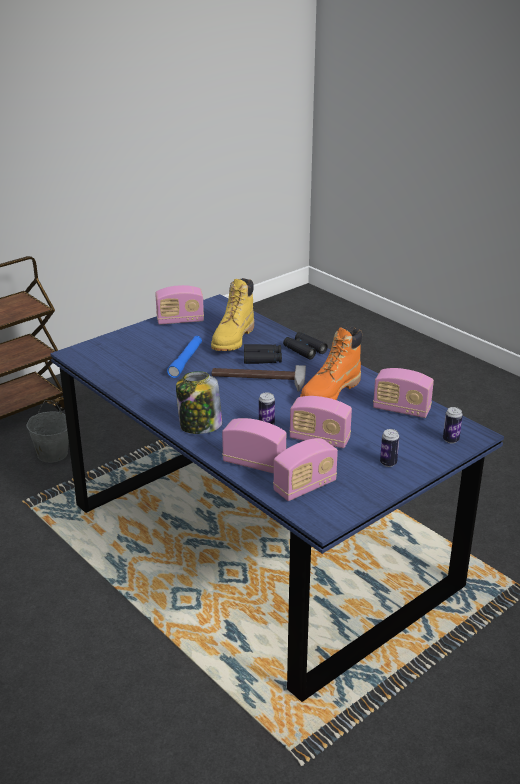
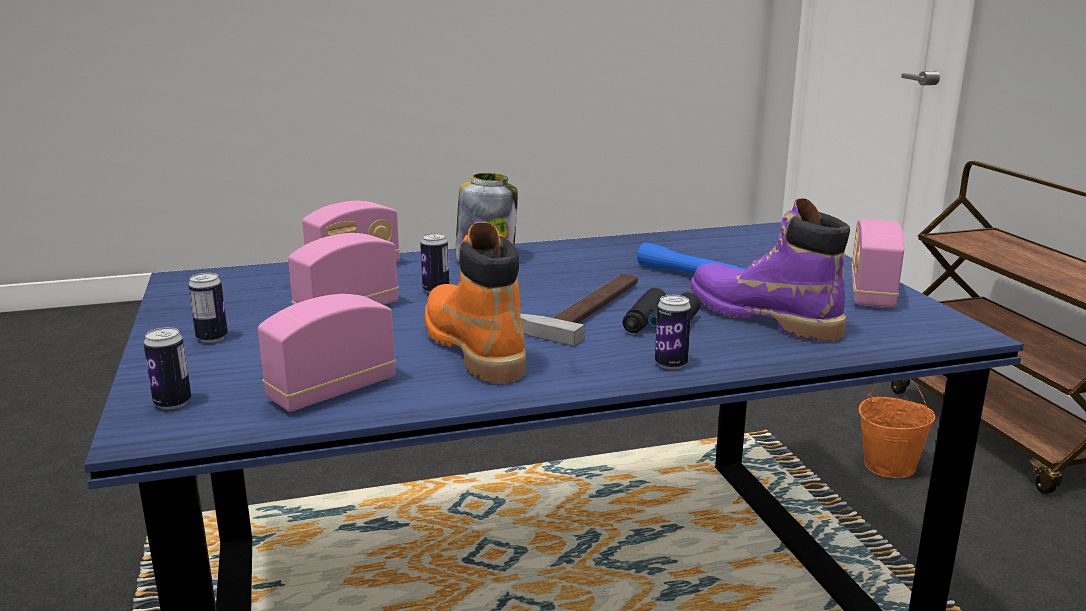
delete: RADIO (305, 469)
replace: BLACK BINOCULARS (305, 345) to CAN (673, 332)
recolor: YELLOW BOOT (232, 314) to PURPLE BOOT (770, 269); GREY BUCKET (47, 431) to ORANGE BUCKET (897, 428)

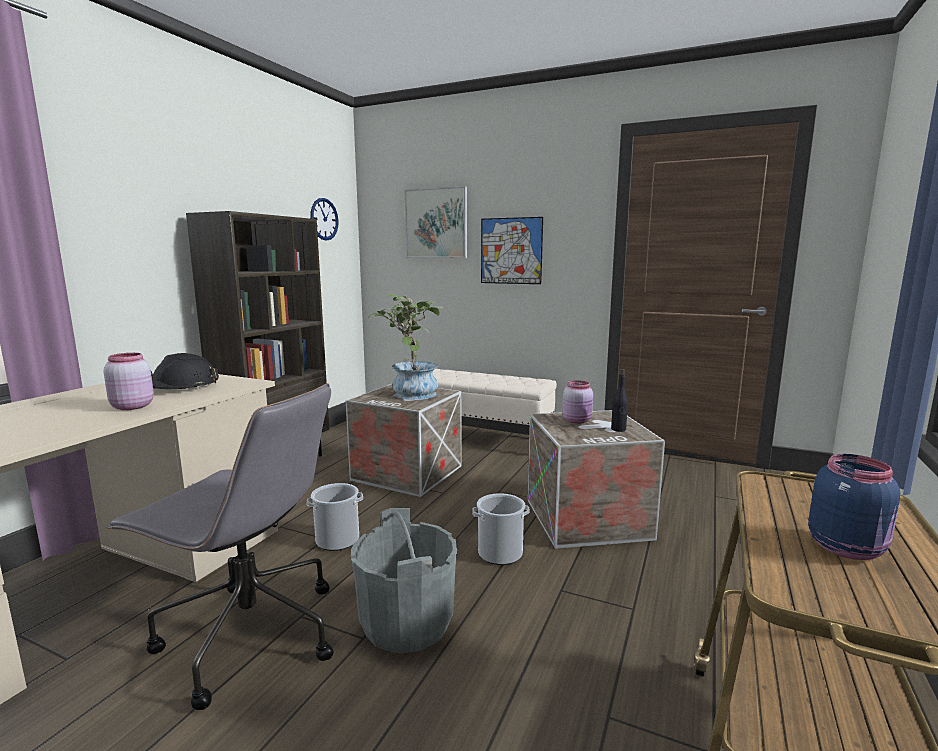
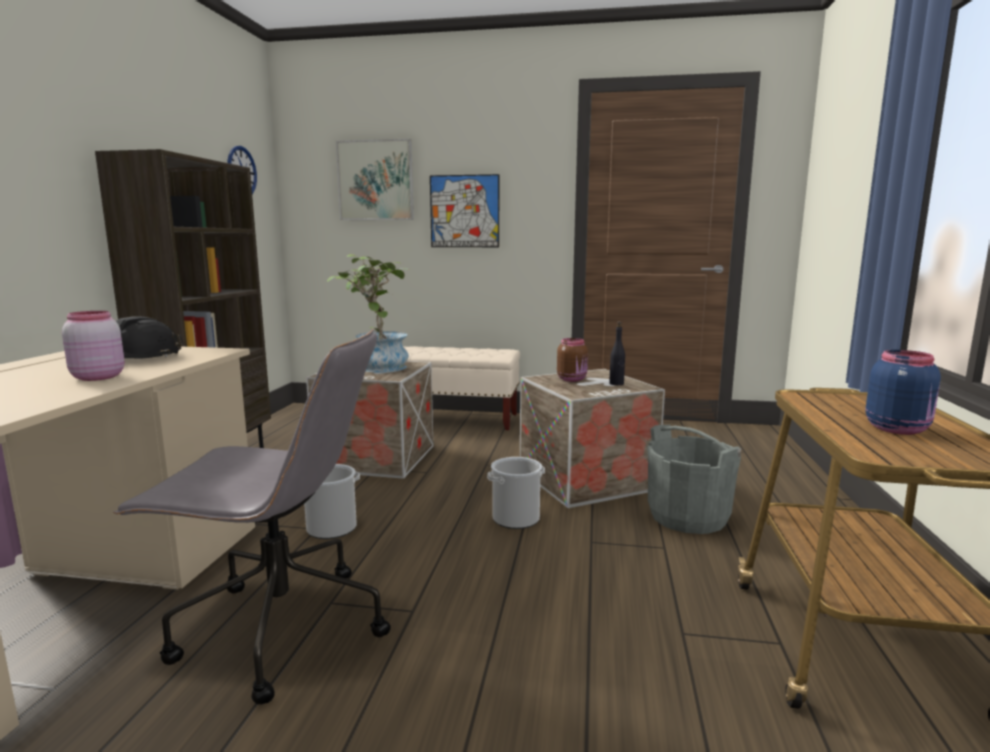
move: GREY BUCKET (404, 580) to (694, 479)
recolor: PINK JAR (577, 402) to BROWN JAR (572, 360)

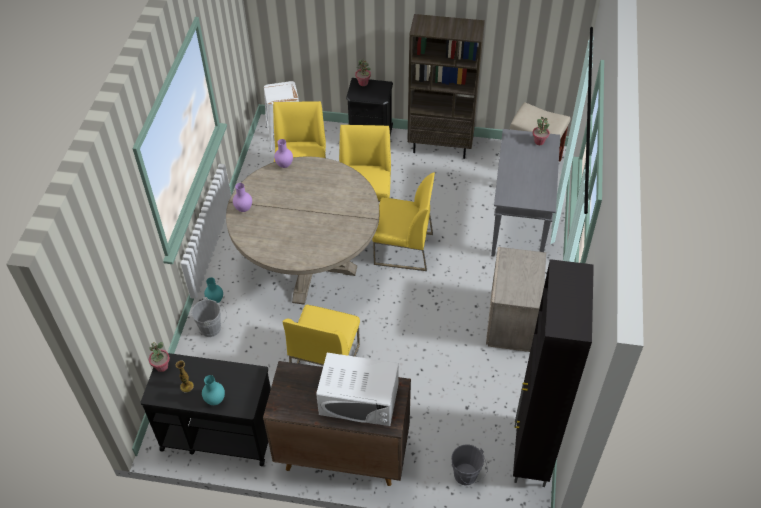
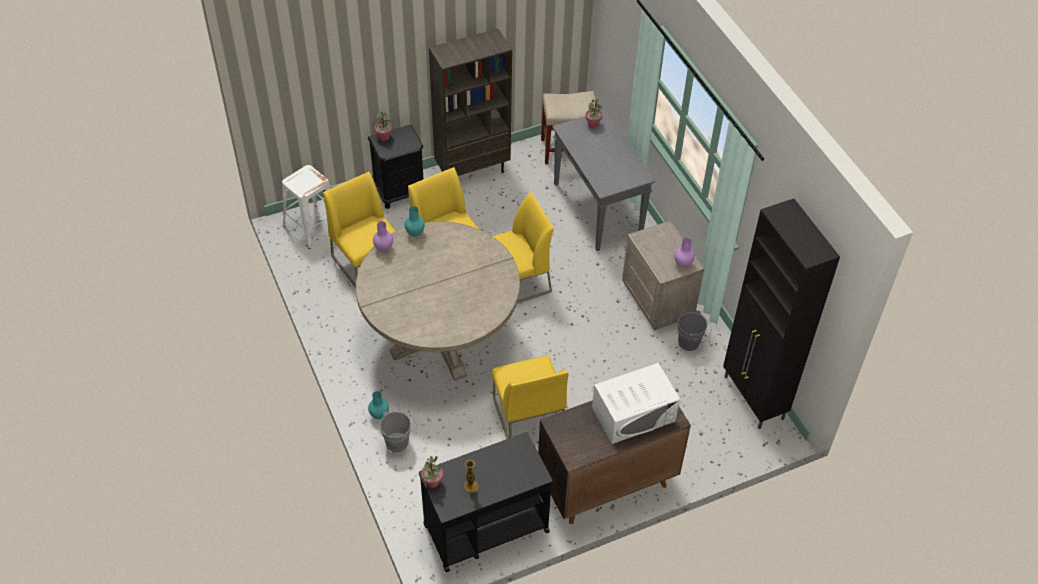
move: TURQUOISE VASE (213, 390) to (415, 221); PURPLE VASE (242, 197) to (684, 252); GREY BUCKET (469, 464) to (694, 330)

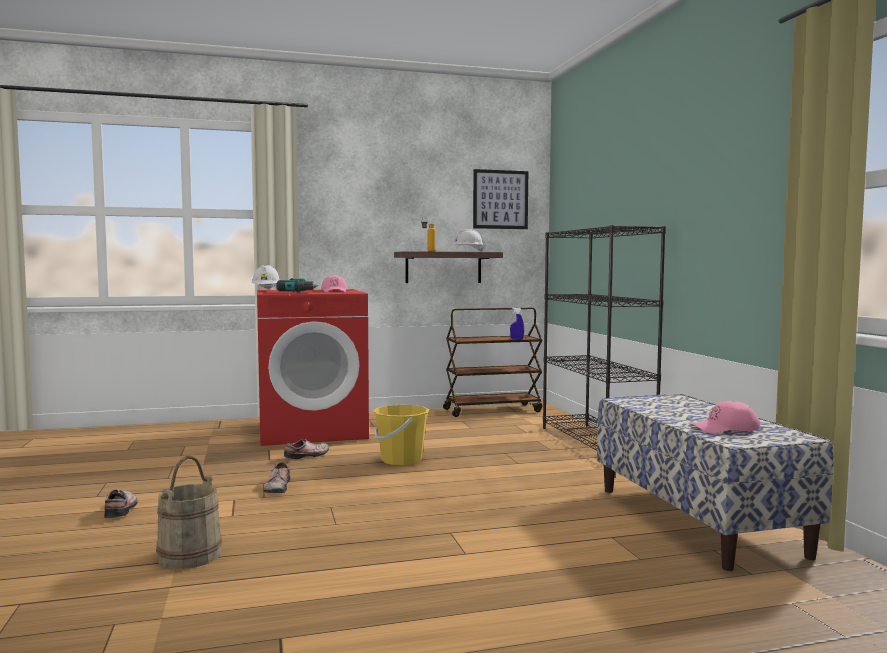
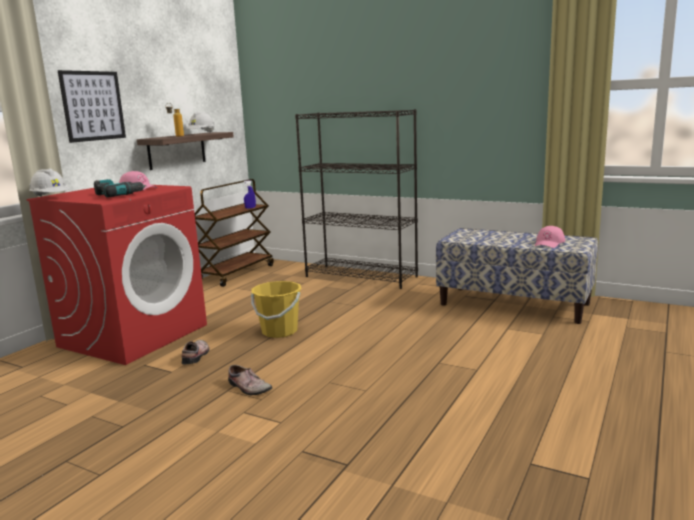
delete: SHOE (121, 503); BEIGE BUCKET (189, 512)
move: PICTURE (500, 199) to (92, 106)

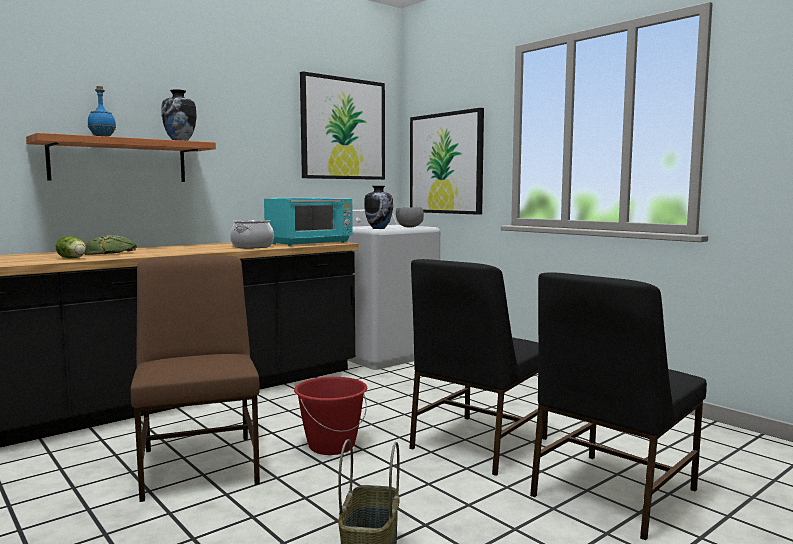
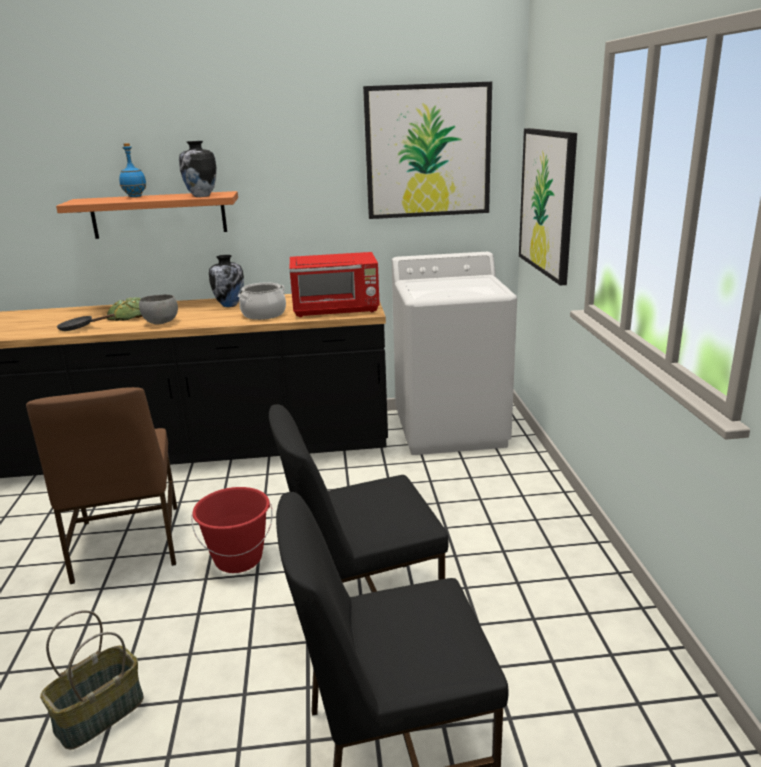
move: GREY BOWL (410, 217) to (158, 309); VASE (378, 207) to (226, 281)
replace: LETTUCE (71, 247) to BLACK FRYING PAN (86, 322)
recolor: TURQUOISE MICROWAVE (308, 222) to RED MICROWAVE (335, 284)
rotate: BROWN CHAIR (195, 378) = (101, 485) 150 degrees clockwise

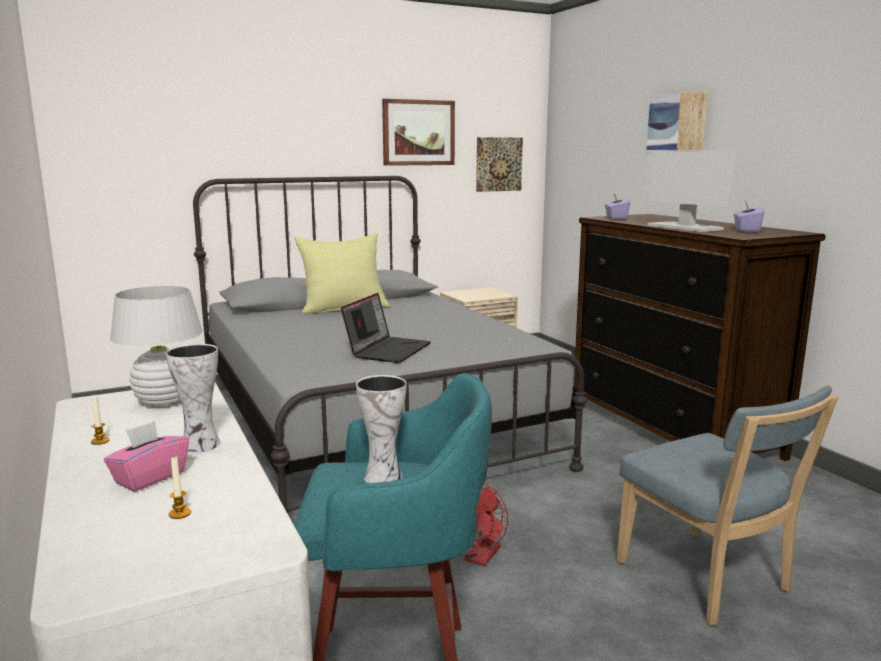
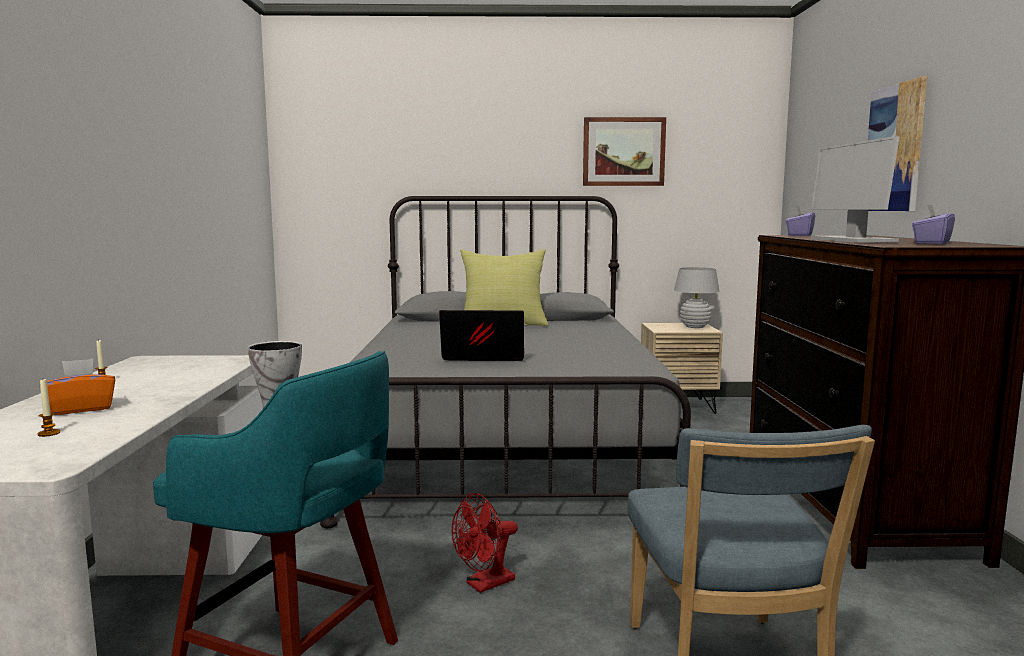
delete: VASE (193, 398); PICTURE (499, 164)
move: WHITE TABLE LAMP (156, 347) to (697, 297)
recolor: PINK TISSUE BOX (146, 456) to ORANGE TISSUE BOX (81, 386)
rotate: LAPTOP (386, 328) = (482, 335) 135 degrees counterclockwise

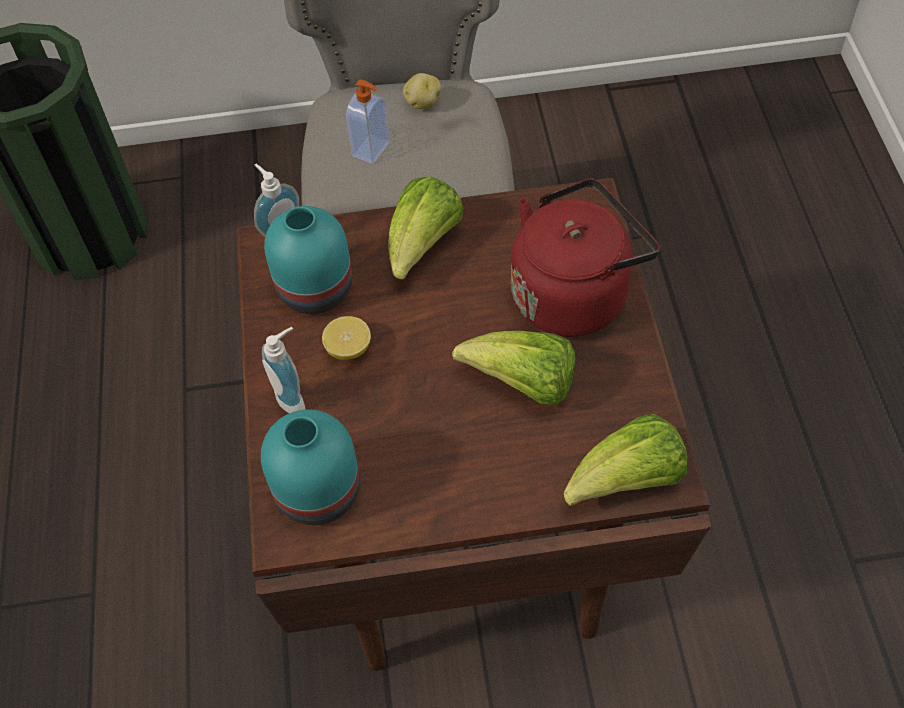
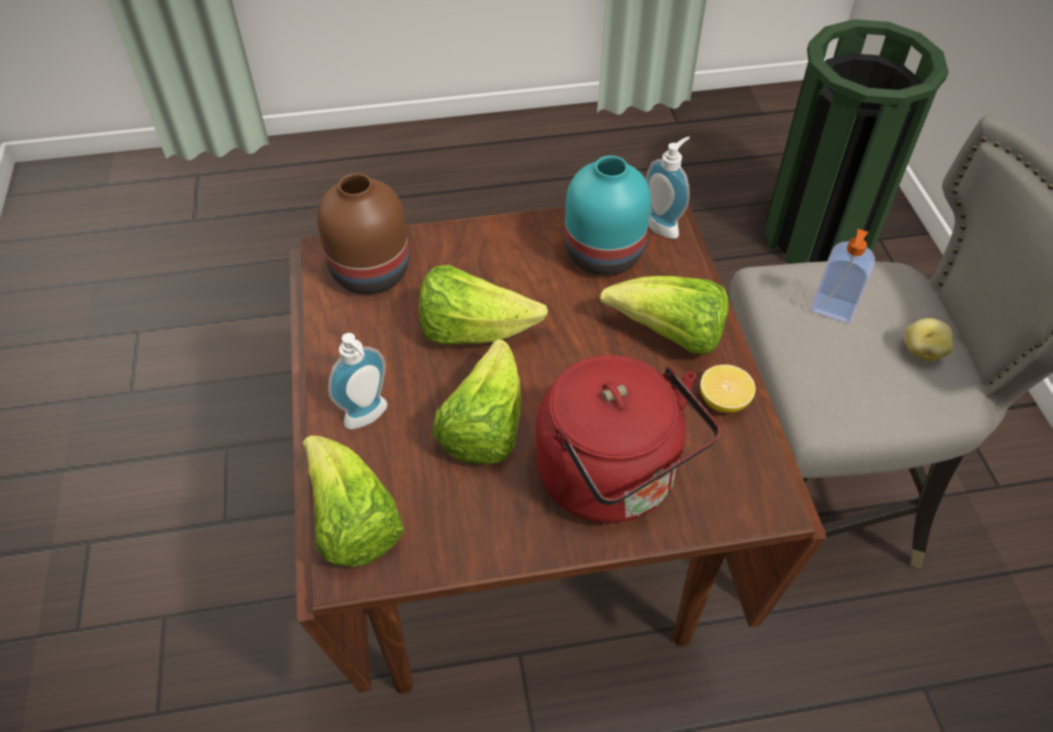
insert: LETTUCE (483, 305)
move: SOAP DISPENSER (283, 370) to (357, 381); LEMON (346, 338) to (728, 388)
recolor: TURQUOISE VASE (310, 467) to BROWN VASE (363, 233)

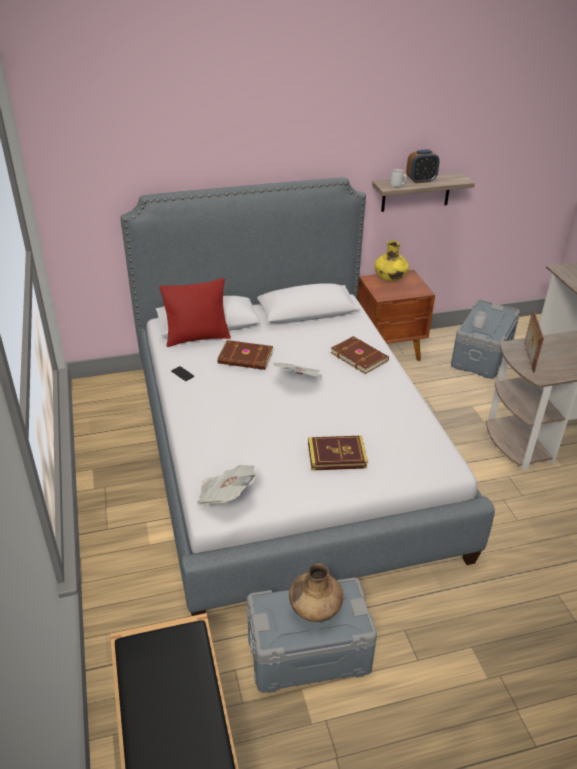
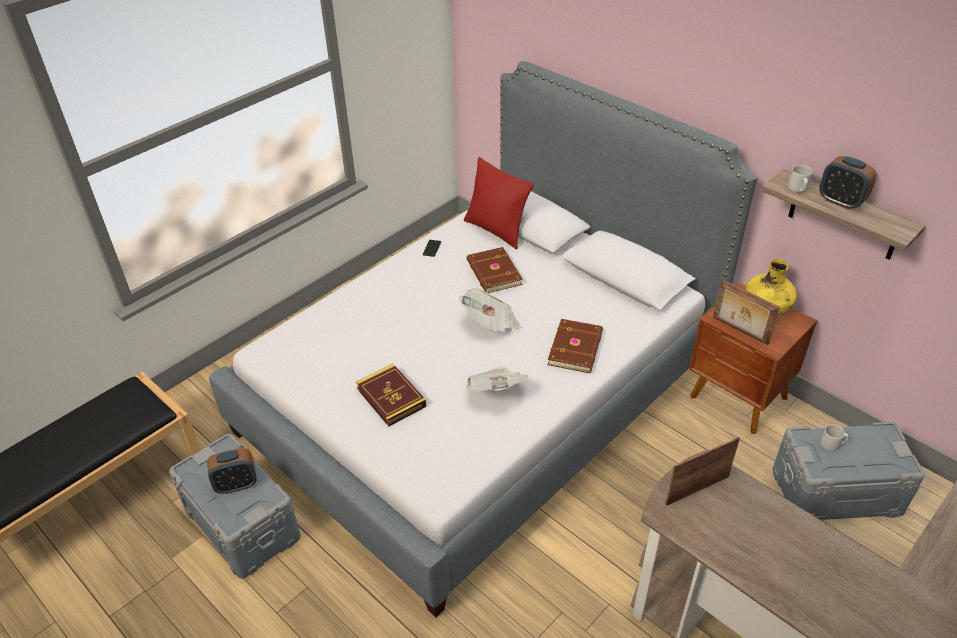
insert: PICTURE FRAME (746, 312)
move: NEWSPAPER (226, 484) to (496, 378)
replace: BROWN VASE (316, 592) to ALARM CLOCK (232, 471)

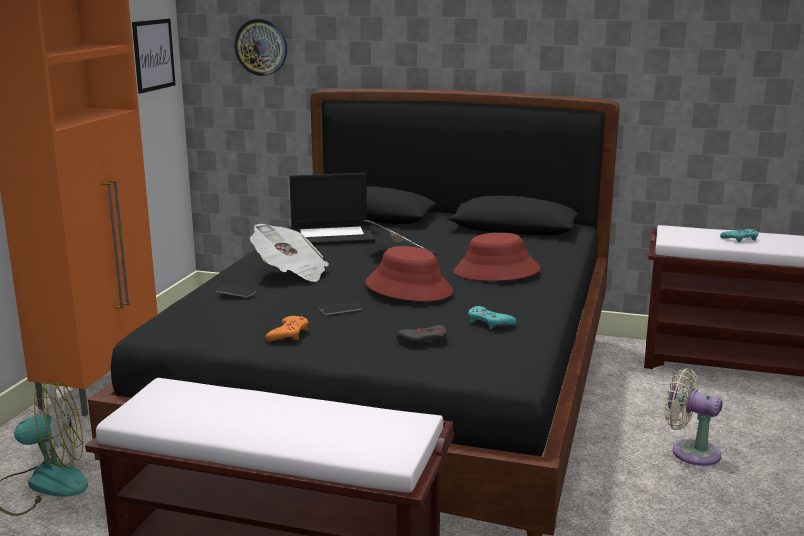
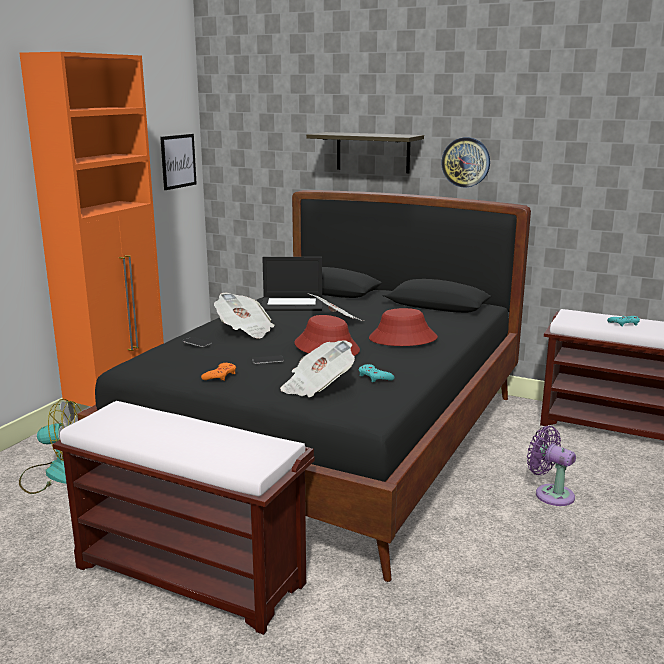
insert: SHELF (365, 152)
move: WALL CLOCK (260, 47) to (465, 162)
replace: GREY GAME CONTROLLER (421, 336) to NEWSPAPER (317, 368)
recolor: BEIGE FAN (693, 417) to PURPLE FAN (551, 466)

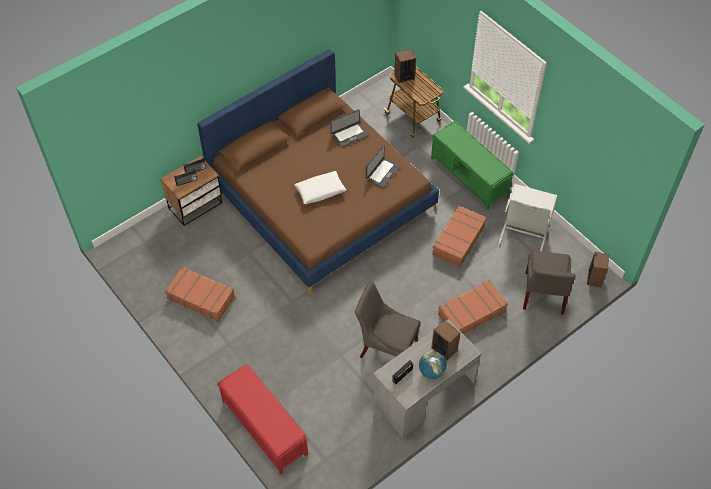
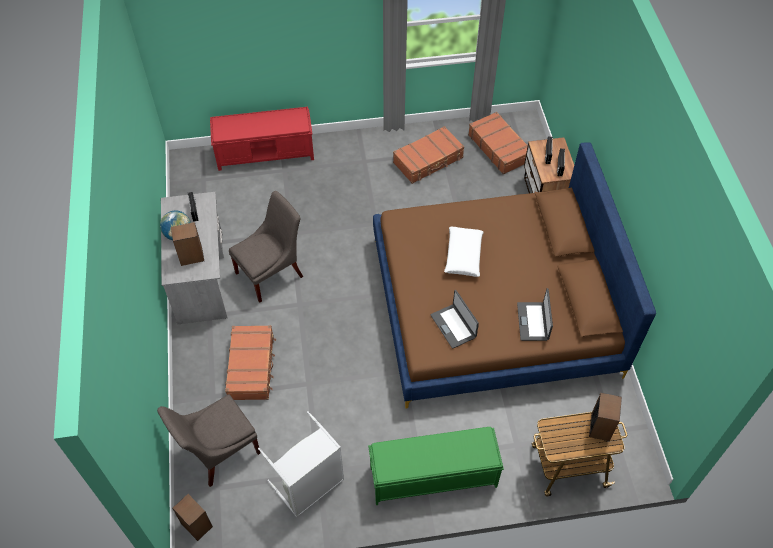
move: BROWN SUITCASE (459, 236) to (498, 143)
rotate: GREY CHAIR (549, 283) = (209, 440) 75 degrees counterclockwise

